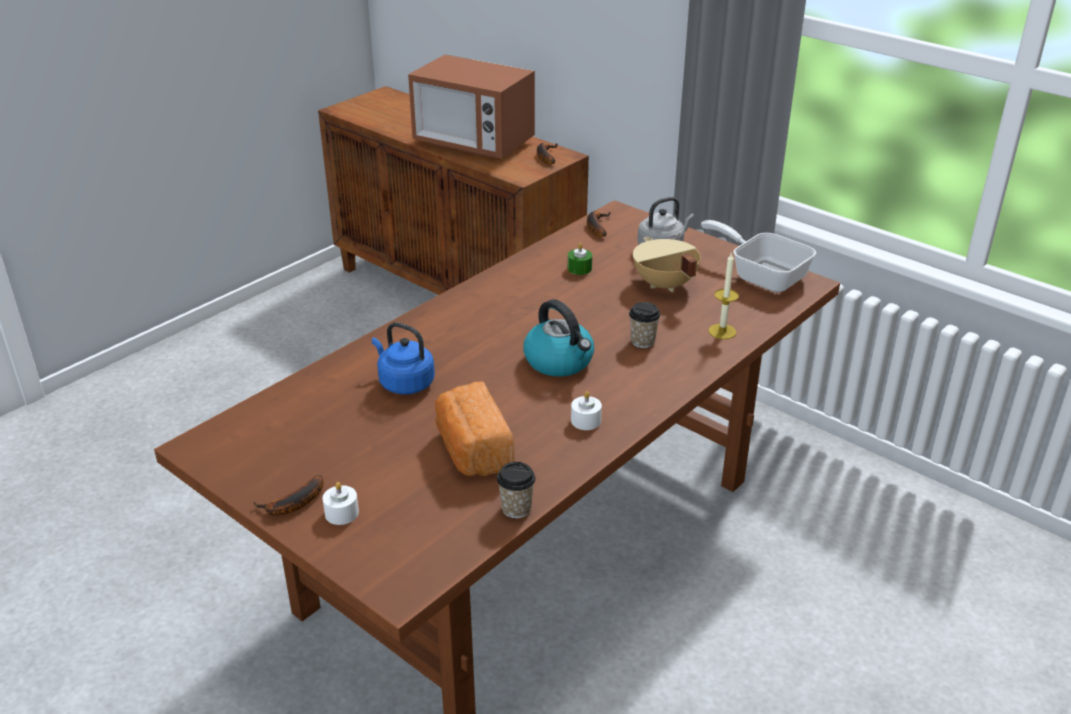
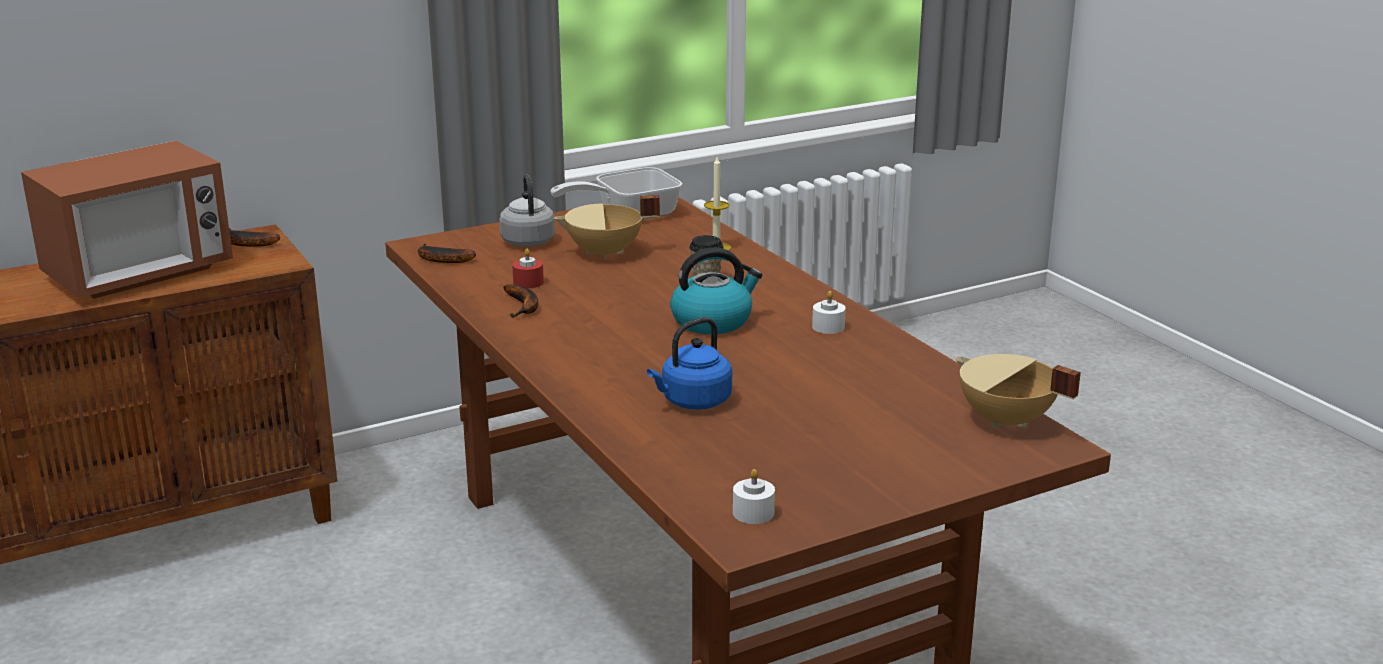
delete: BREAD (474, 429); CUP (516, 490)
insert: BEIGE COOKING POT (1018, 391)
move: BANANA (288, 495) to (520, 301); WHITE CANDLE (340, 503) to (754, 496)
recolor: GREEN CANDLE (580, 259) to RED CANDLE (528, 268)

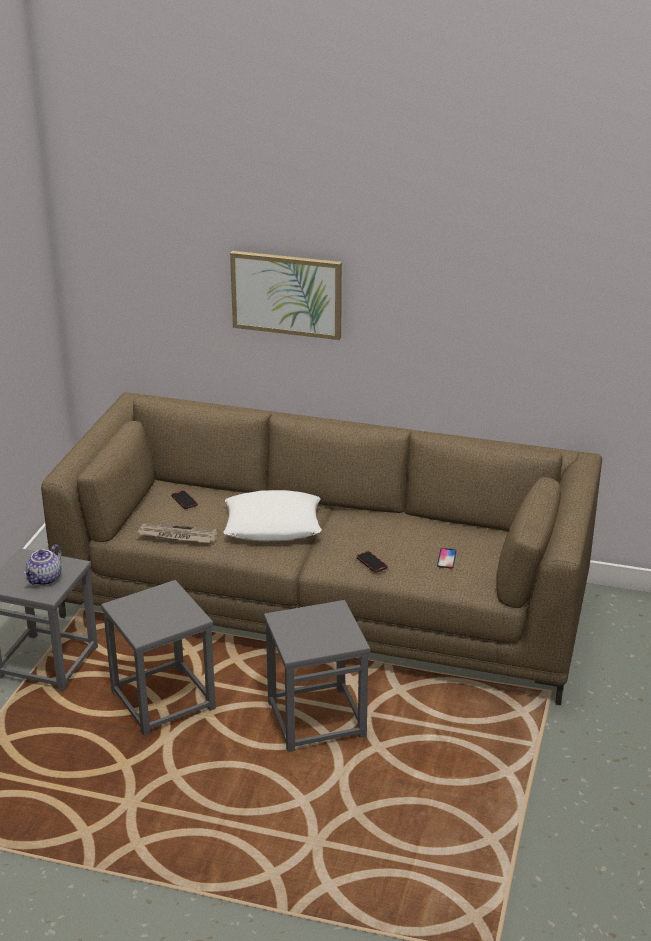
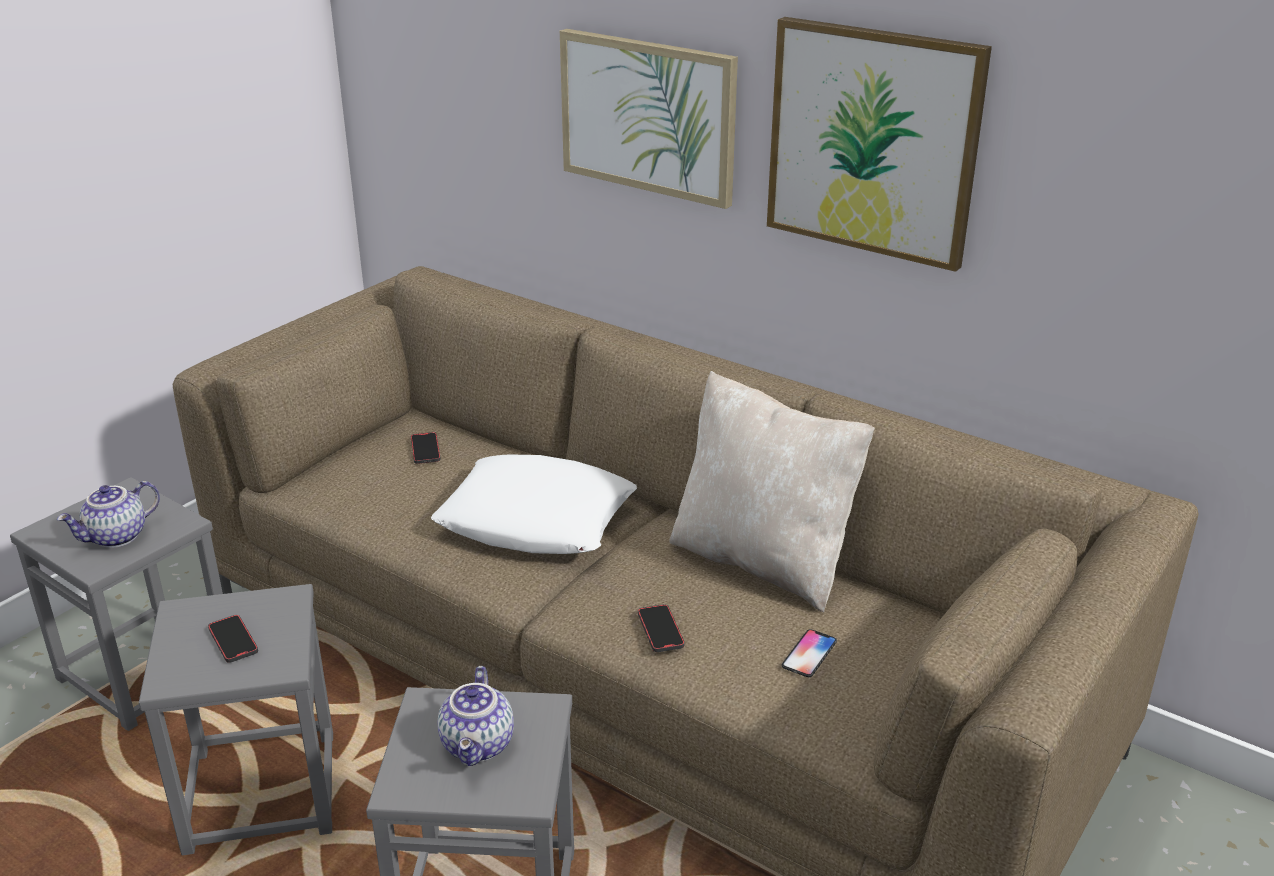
delete: NEWSPAPER (177, 533)
insert: PHONE (233, 639); TEAPOT (476, 716); BEIGE PILLOW (772, 491); PICTURE (879, 144)

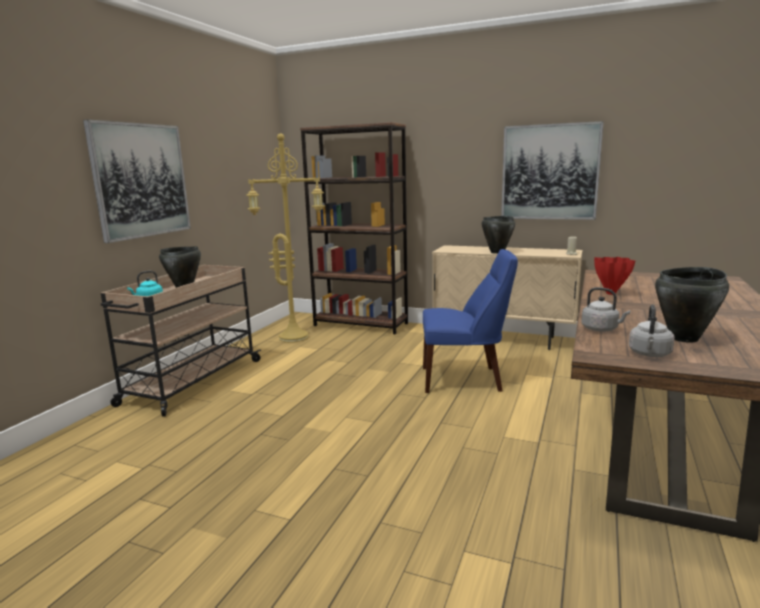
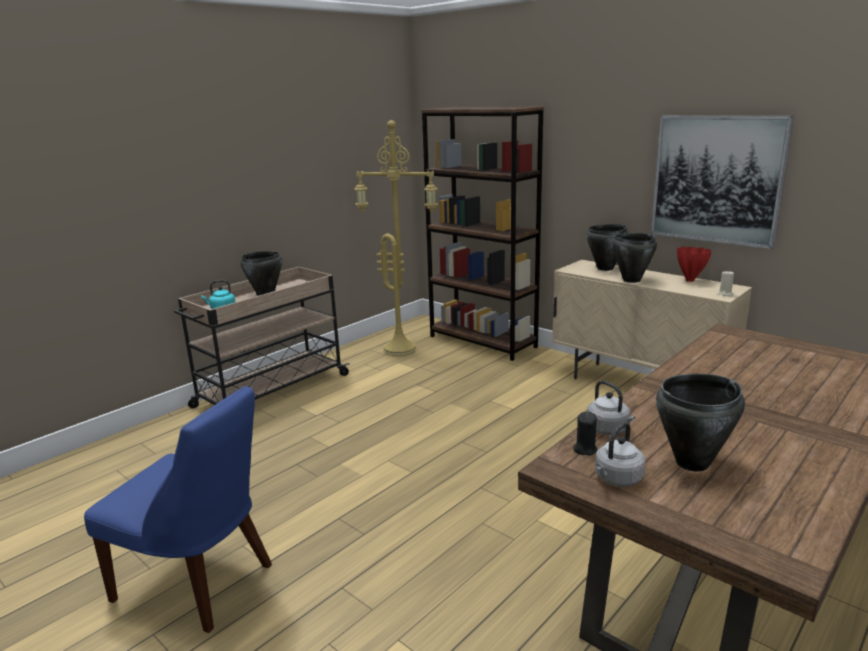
delete: PICTURE (137, 181)
insert: BLACK CANDLE (585, 433); BLACK COOKING POT (607, 247)
move: BLUE CHAIR (470, 321) to (178, 509); RED VASE (614, 276) to (694, 264)

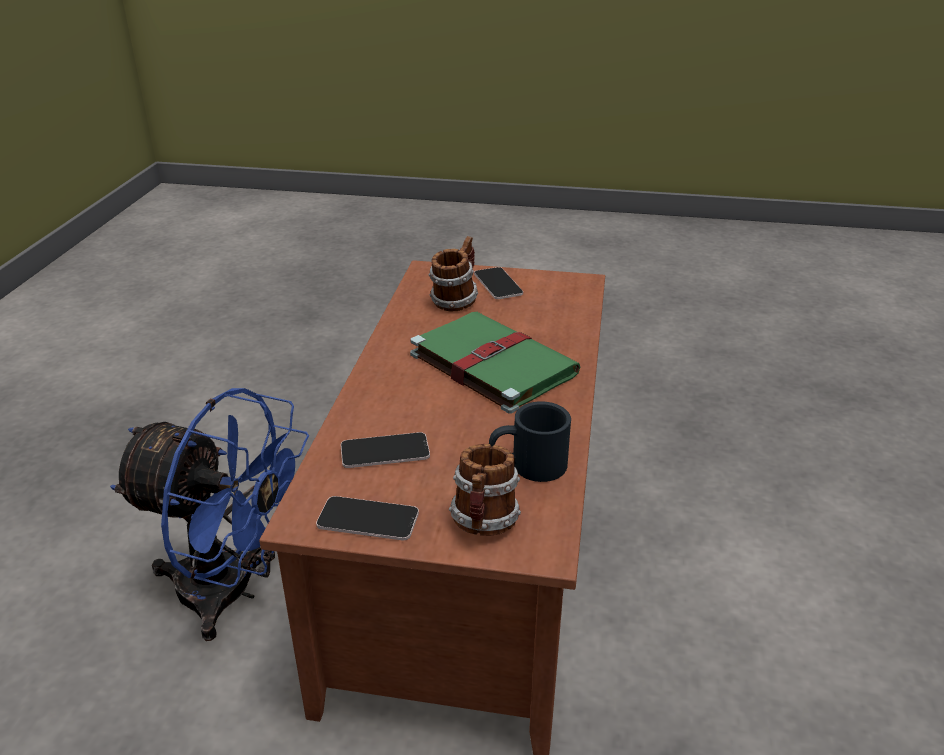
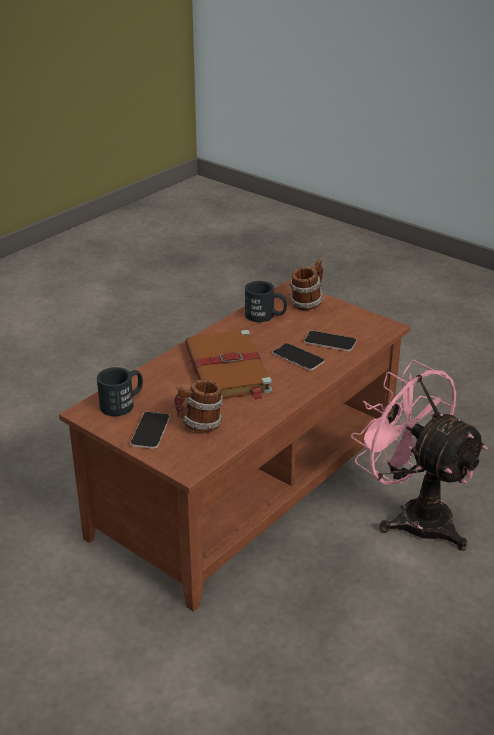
insert: BLACK MUG (120, 391)
move: PHONE (367, 518) to (299, 357)
recolor: GREEN BOOK (495, 363) to BROWN BOOK (228, 365); BLUE FAN (209, 514) to PINK FAN (419, 455)

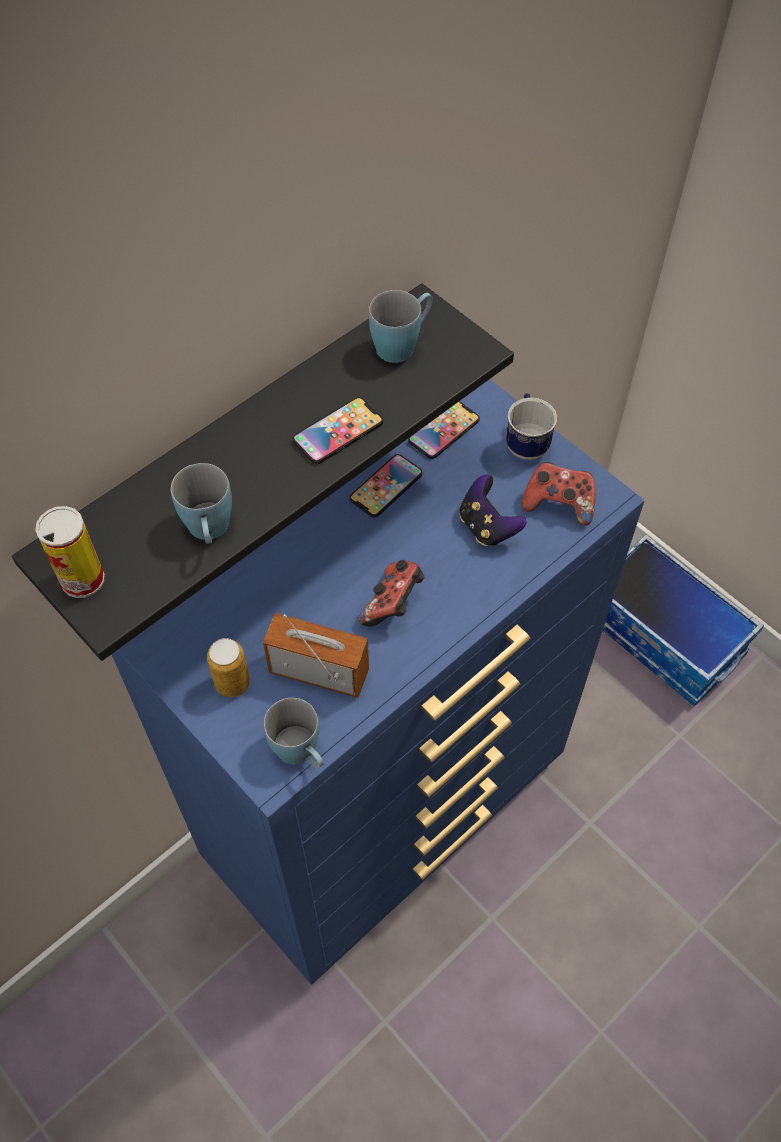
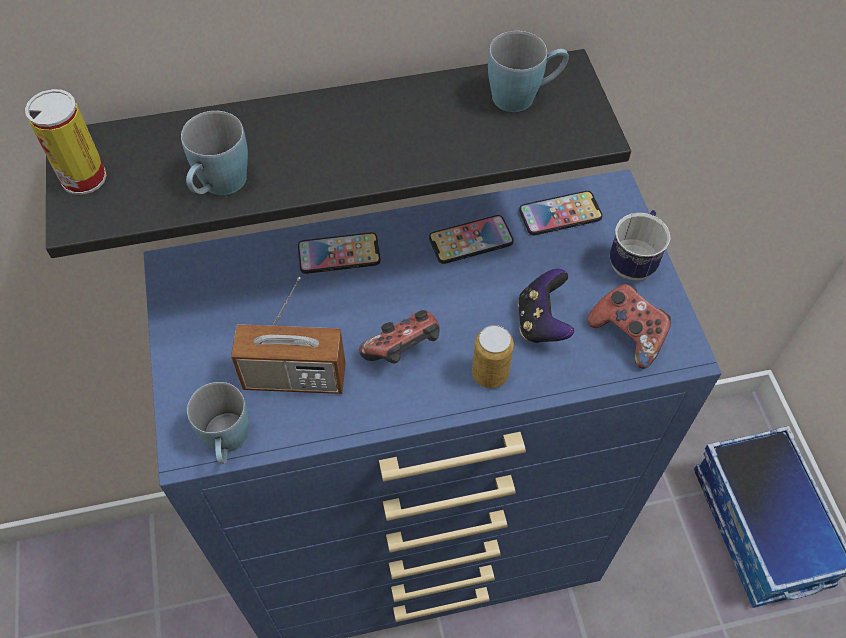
move: PHONE (338, 430) to (339, 253); CAN (228, 667) to (493, 356)
rotate: RADIO (316, 655) = (288, 335) 135 degrees clockwise

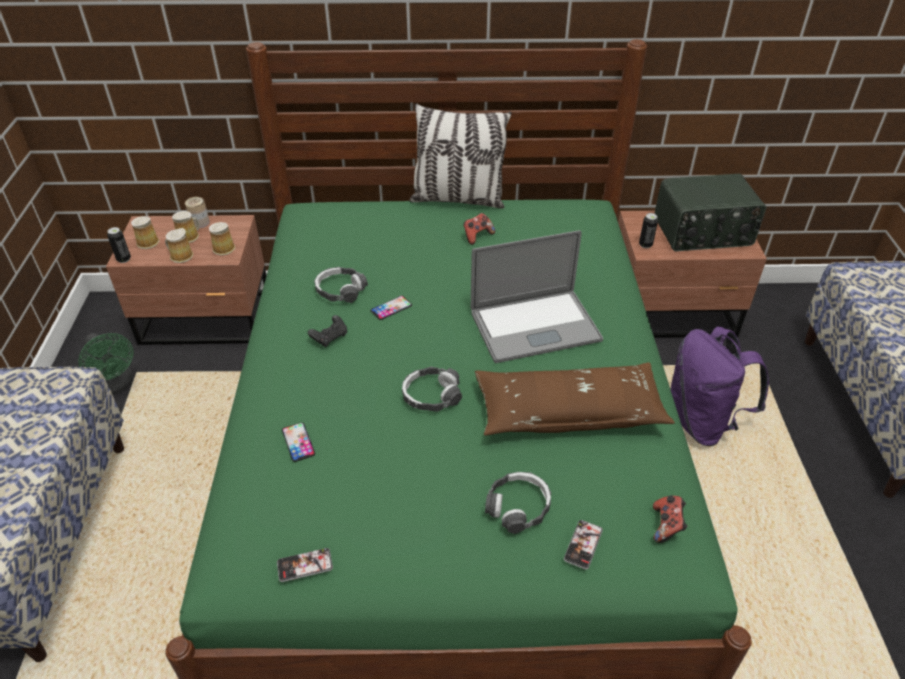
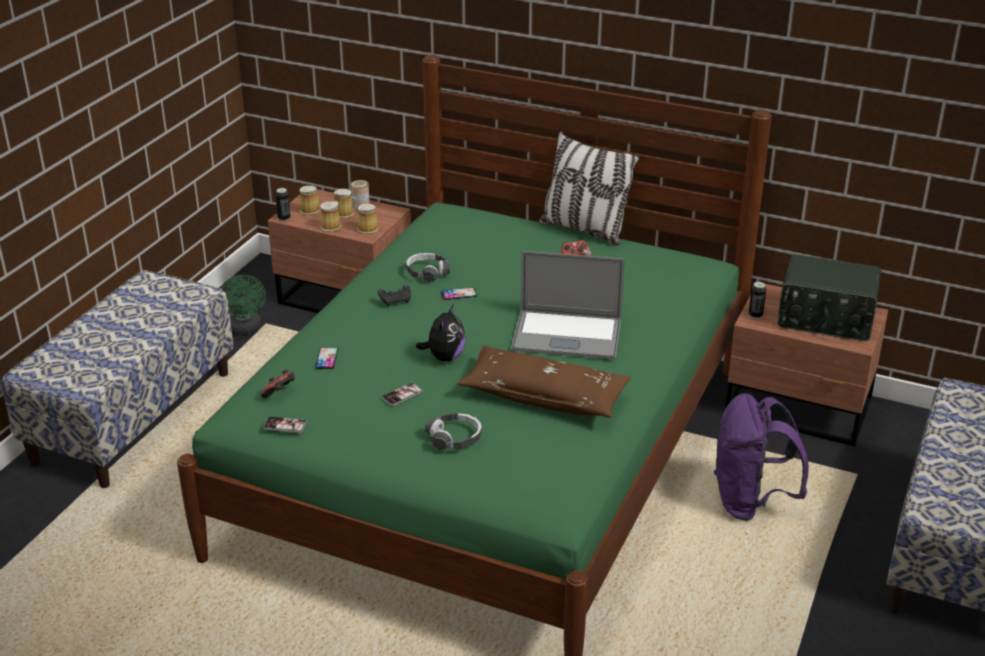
move: GAME CONTROLLER (670, 519) to (278, 383); PHONE (583, 544) to (402, 394)
replace: HEADPHONES (432, 389) to PLUSH TOY (441, 333)

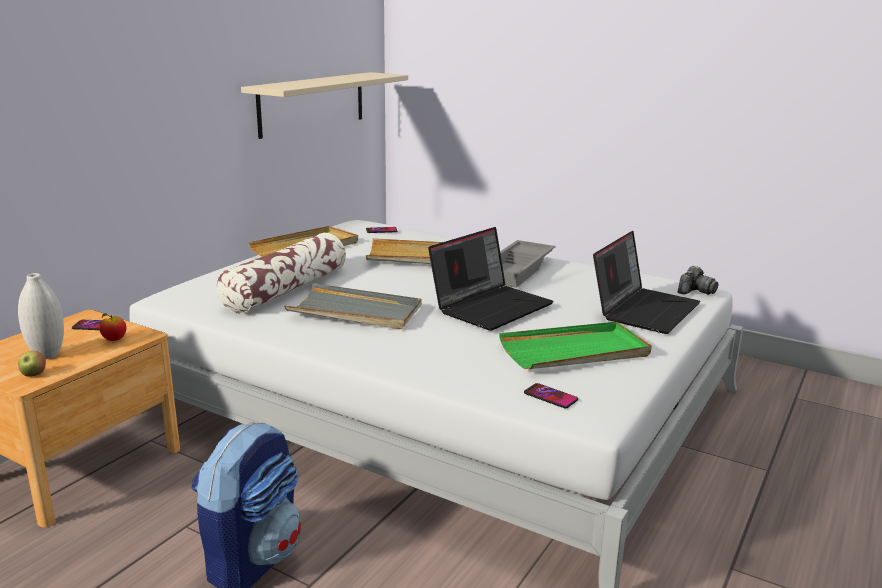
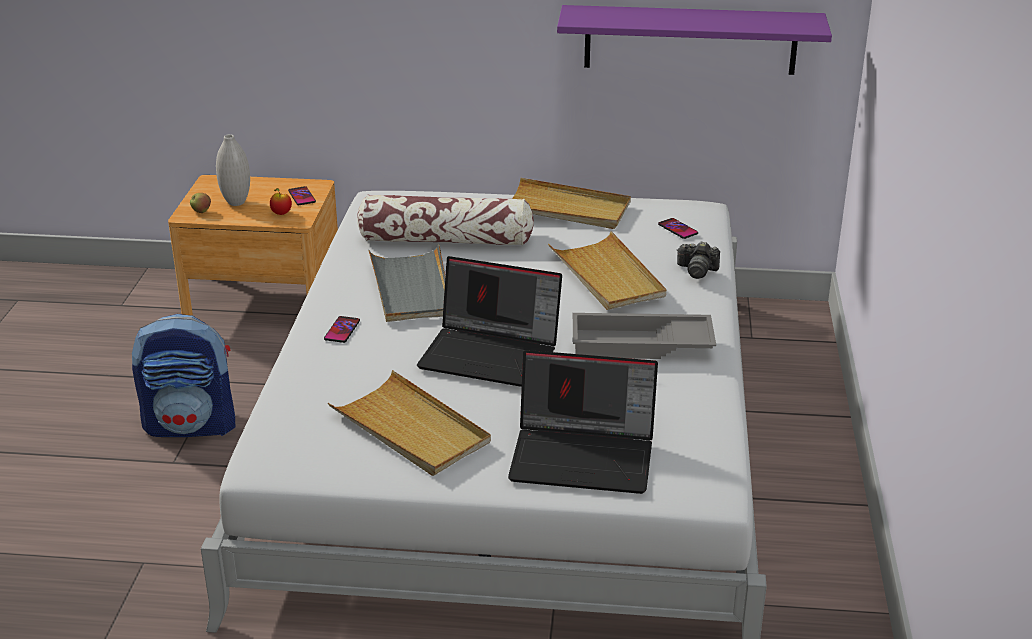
move: PHONE (551, 395) to (342, 329); PHOTO CAMERA (698, 280) to (698, 260)
recolor: GREEN TRAY (575, 345) to BEIGE TRAY (409, 423); BEIGE SHELF (324, 105) to PURPLE SHELF (694, 40)

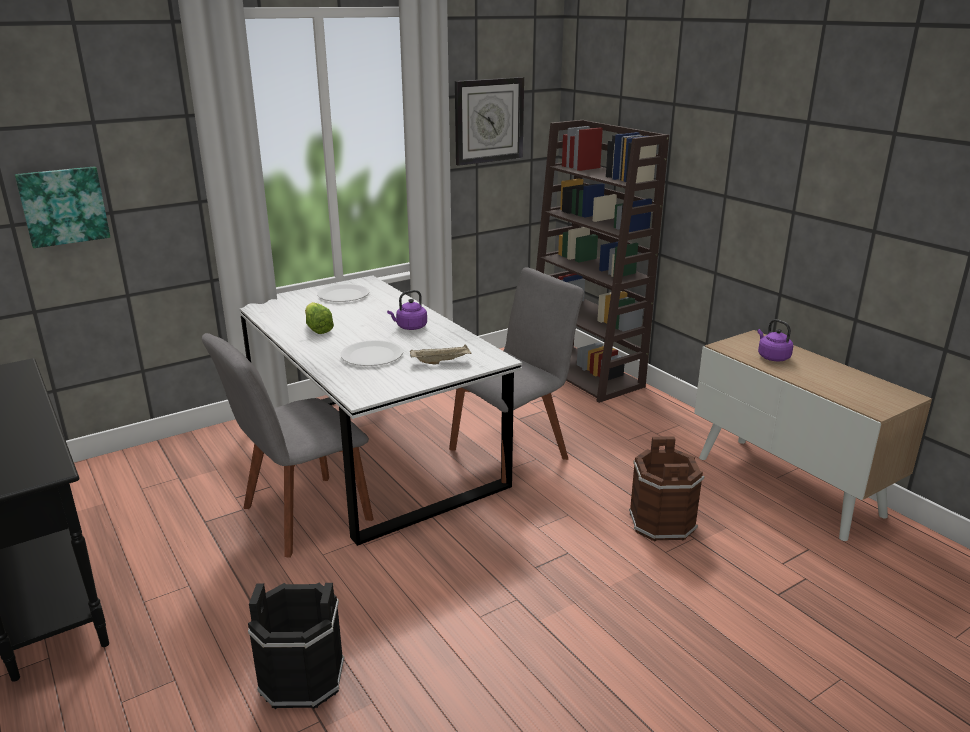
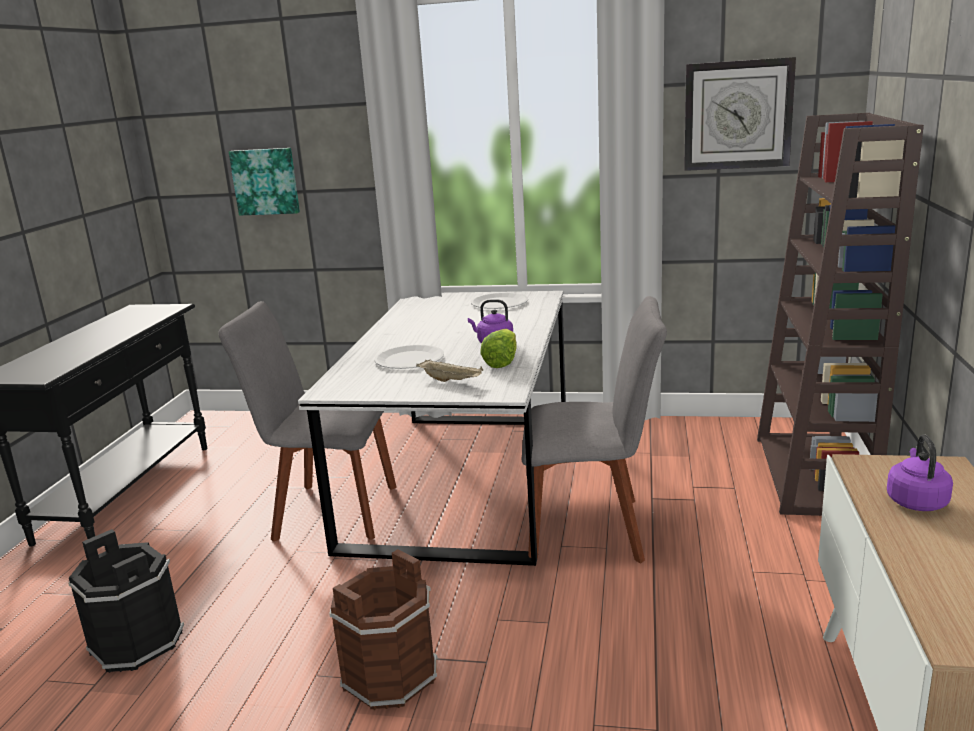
move: BROWN BUCKET (667, 488) to (383, 629); LETTUCE (319, 318) to (498, 348)

